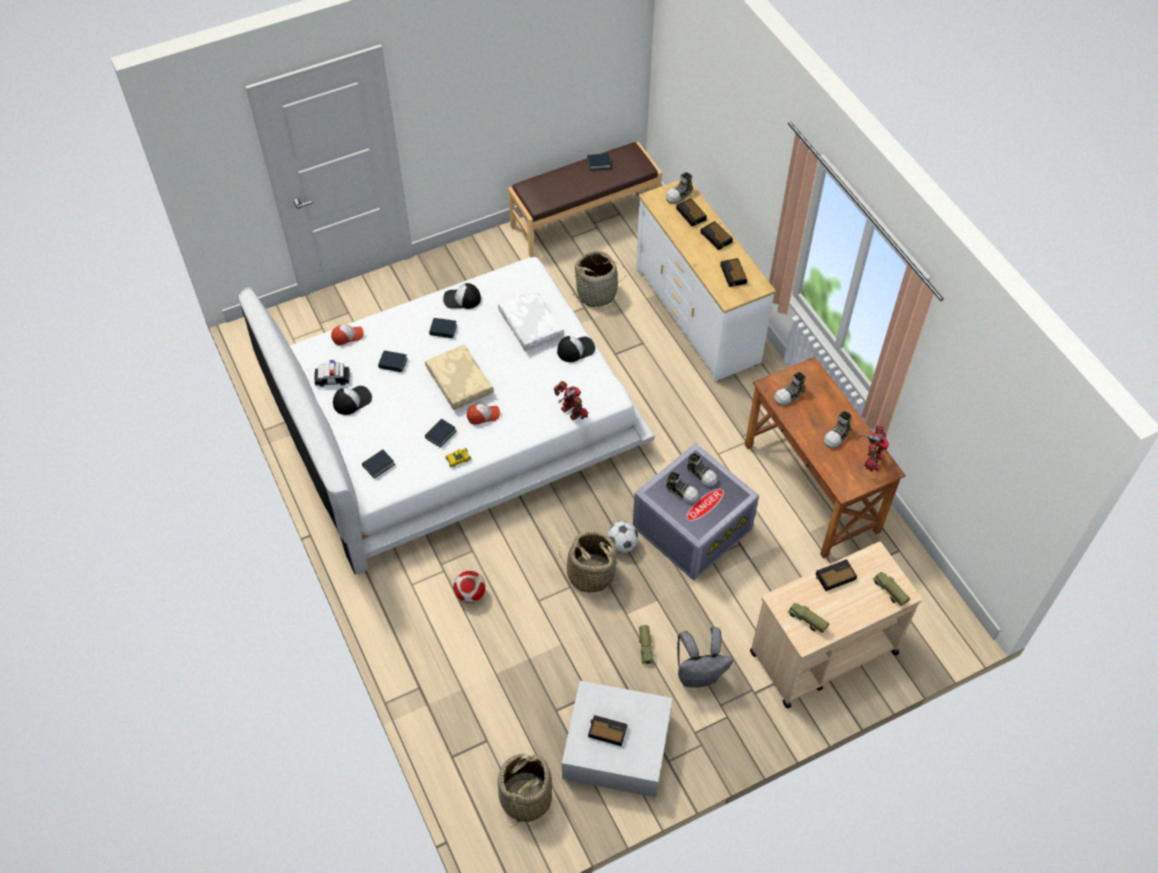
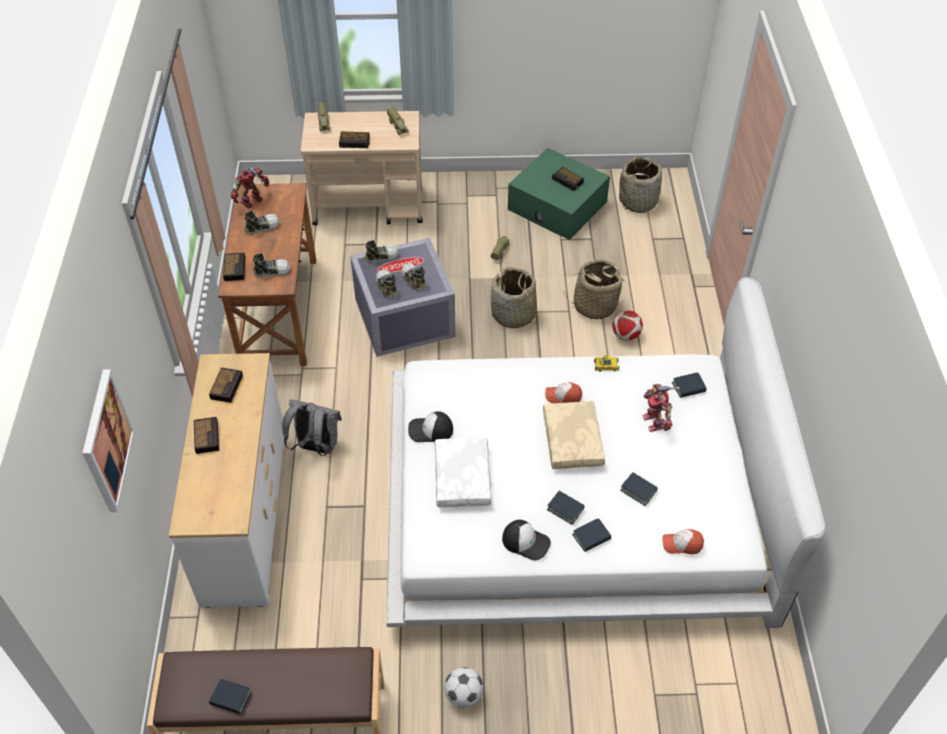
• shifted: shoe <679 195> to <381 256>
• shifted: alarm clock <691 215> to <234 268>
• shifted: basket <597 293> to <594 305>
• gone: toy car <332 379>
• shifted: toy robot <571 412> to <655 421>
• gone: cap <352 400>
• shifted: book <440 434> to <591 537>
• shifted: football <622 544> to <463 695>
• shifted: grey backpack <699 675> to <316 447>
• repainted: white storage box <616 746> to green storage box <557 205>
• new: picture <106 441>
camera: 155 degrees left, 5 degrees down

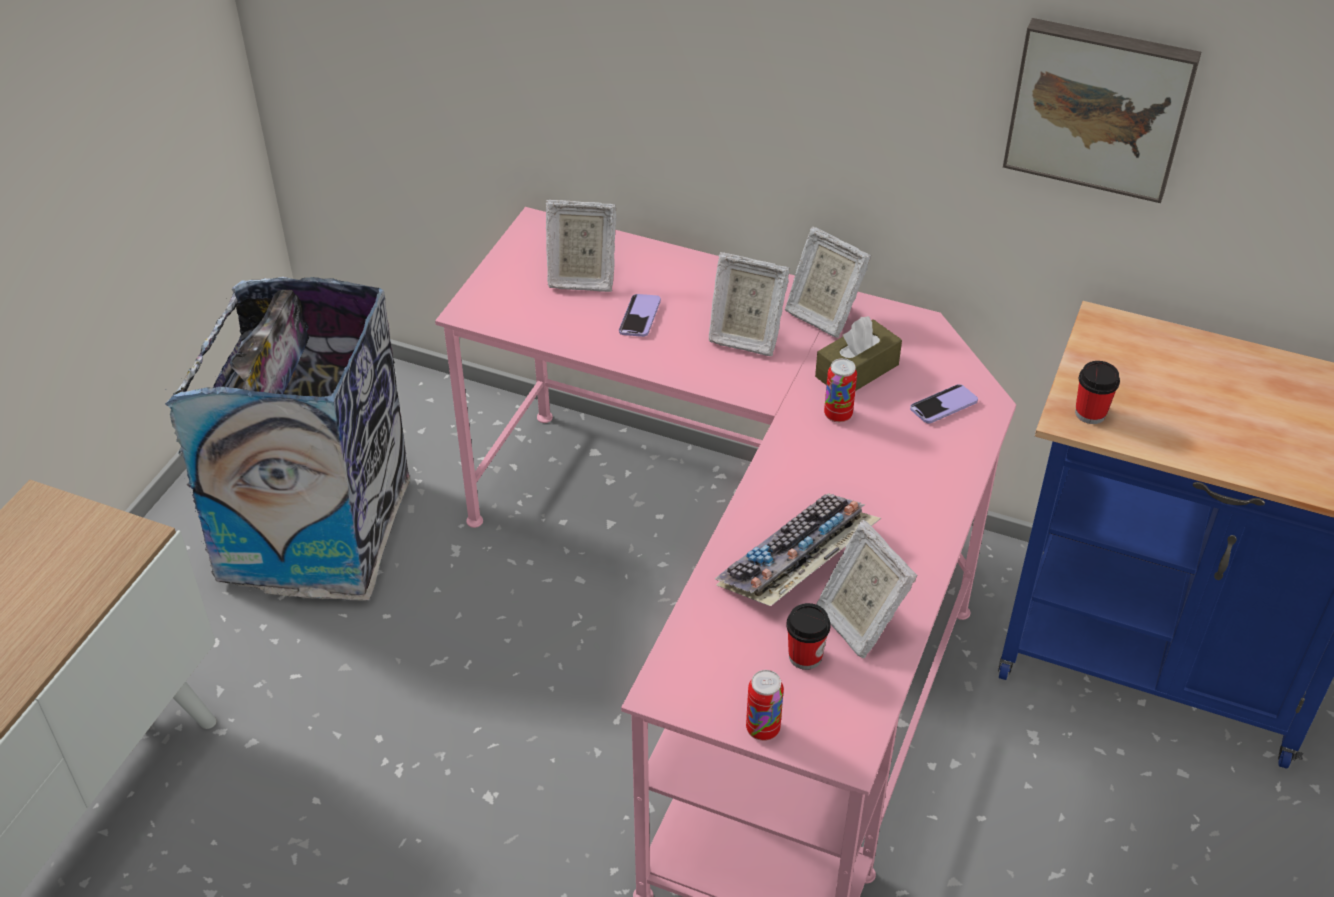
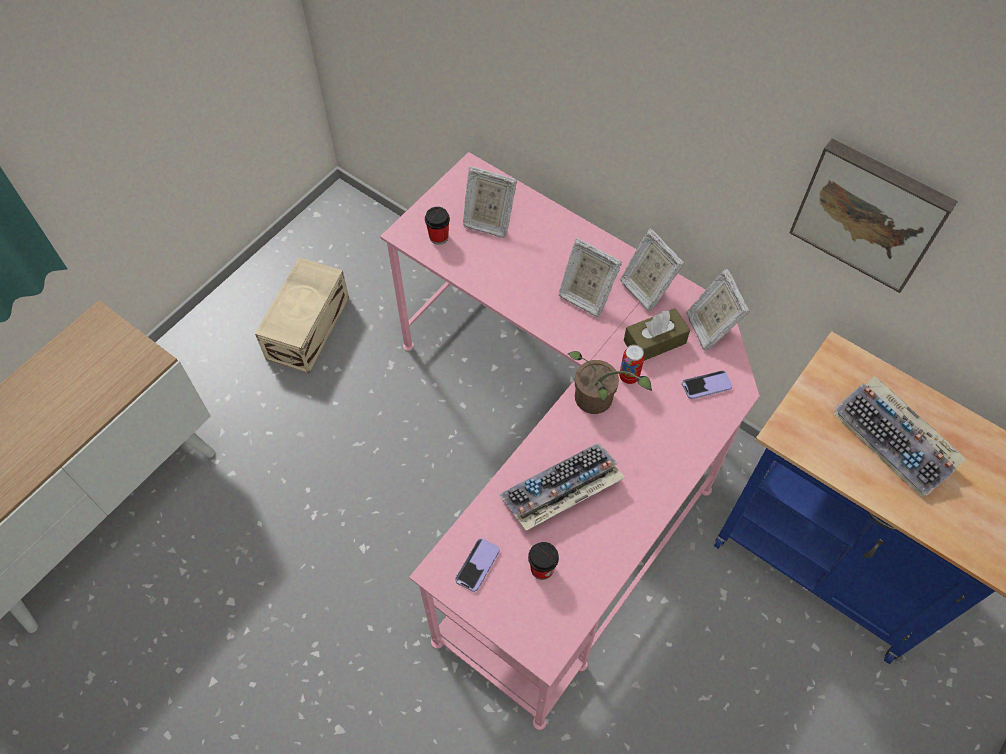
• swapped: trash can <318 526> to beige storage box <310 327>
• shifted: phone <640 317> to <477 565>
• shifted: cup <1090 413> to <438 237>
• shifted: picture frame <858 621> to <710 327>
• gone: can <763 729>
• new: potted plant <597 402>
• new: keyboard <895 441>
camera: 15 degrees right, 15 degrees up

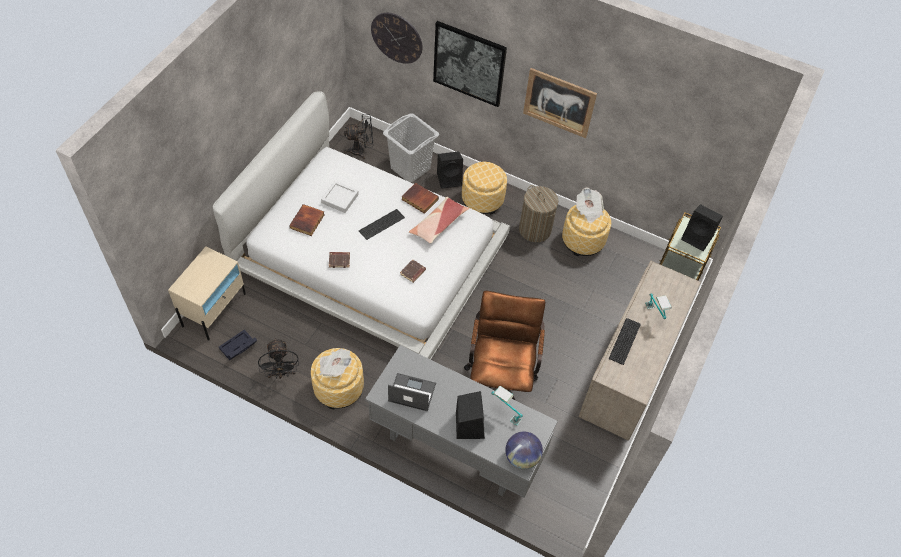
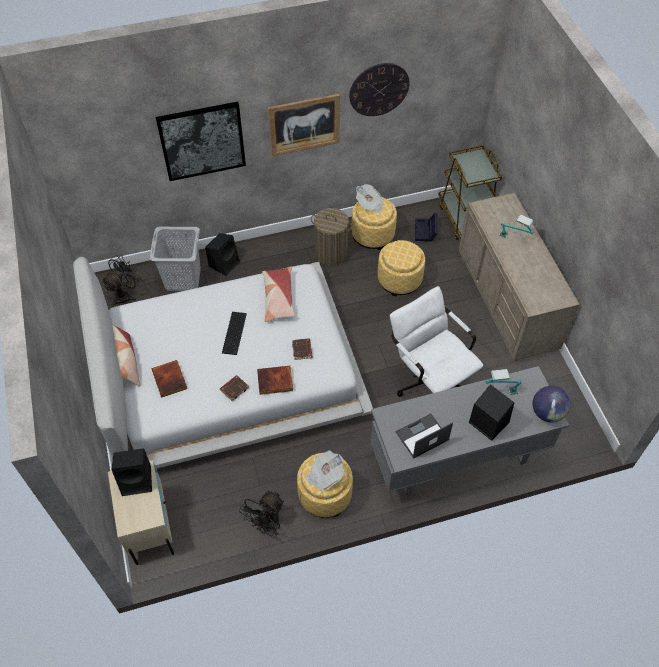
• shifted: wall clock <397 38> to <379 89>
• shifted: ottoman <482 199> to <399 279>
• gone: grey tray <340 199>
• shifted: book <419 199> to <274 382>
• shifted: black speaker <698 238> to <137 480>
• repainted: brown office chair <500 377> to white office chair <429 380>
• gone: keyboard <623 341>
• shifted: black storage box <238 348> to <426 231>
• rotated: black fan <281 373> = <267 524> 90 degrees clockwise
• new: pillow <127 362>
camera: 40 degrees left, 0 degrees up

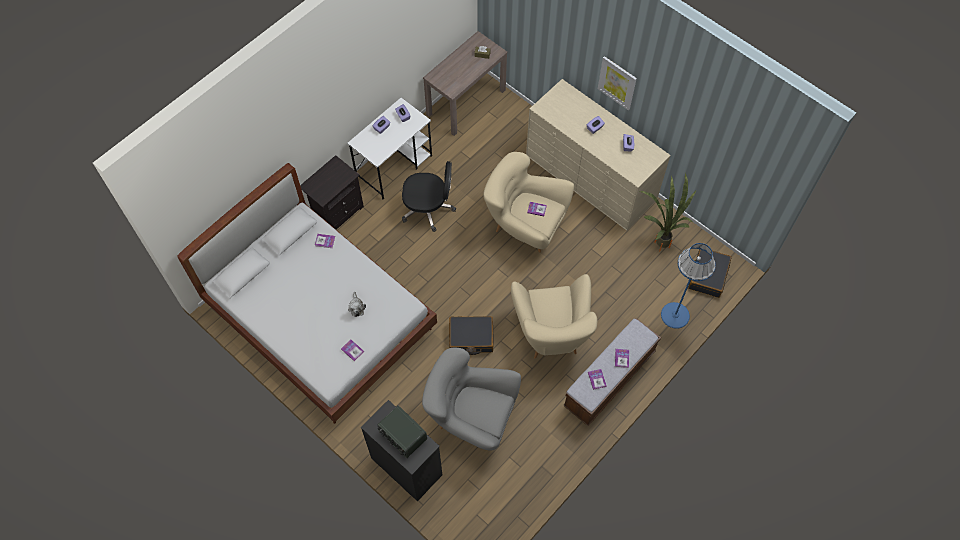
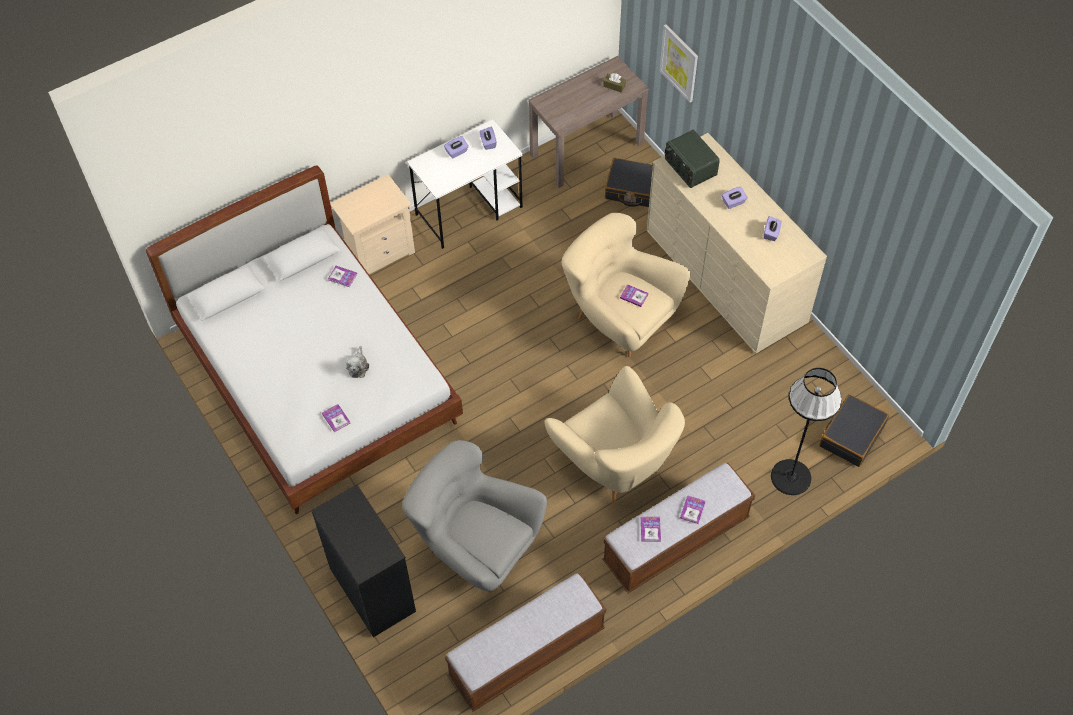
• shifted: picture <617 83> to <679 63>
• repainted: black nightstand <337 211> to beige nightstand <379 252>
• gone: black office chair <428 208>
• gone: potted plant <661 240>
• repainted: blue floor lamp <675 315> to black floor lamp <791 477>
• rotated: beige armchair <551 334> = <614 464> 45 degrees counterclockwise
• shifted: black suitcase <471 338> to <633 189>
• shifted: radio <402 436> to <690 167>
• new: bench <526 653>
camera: 15 degrees right, 5 degrees down

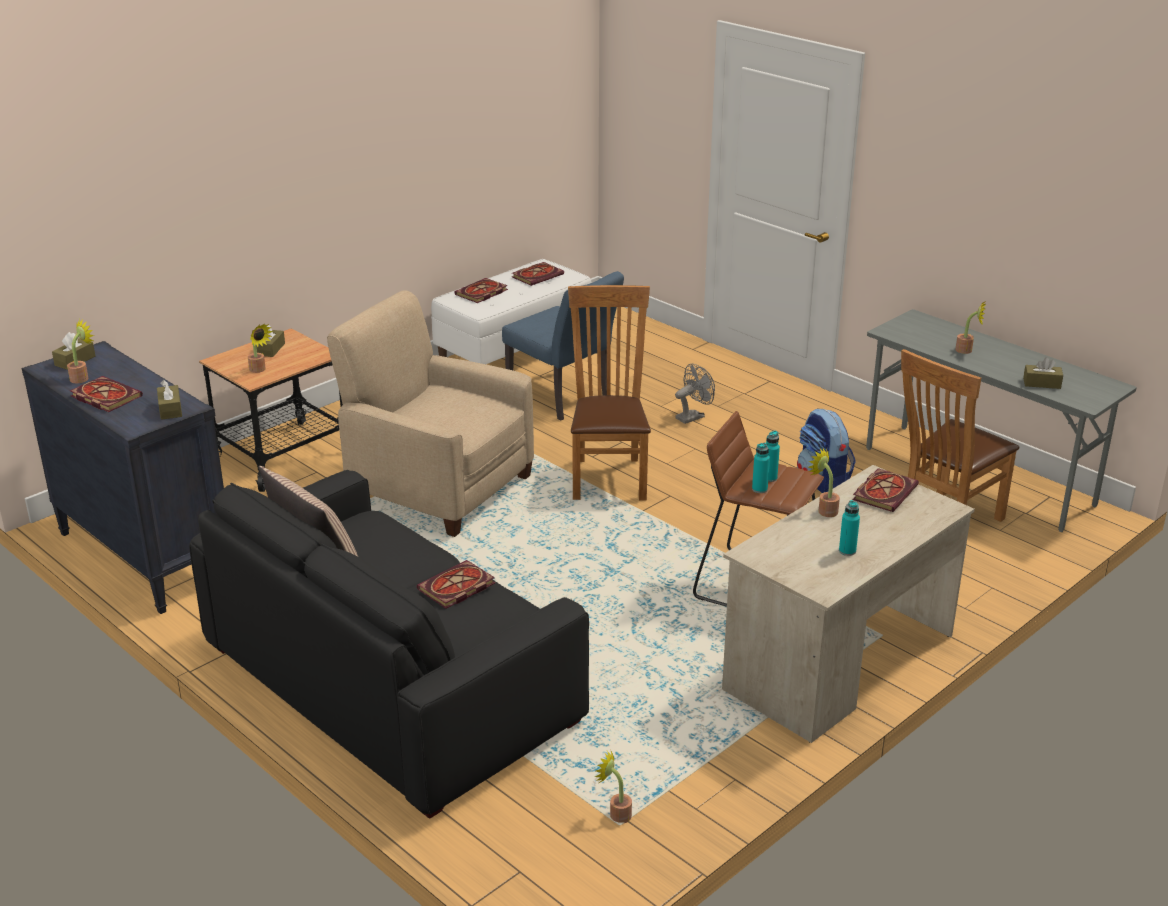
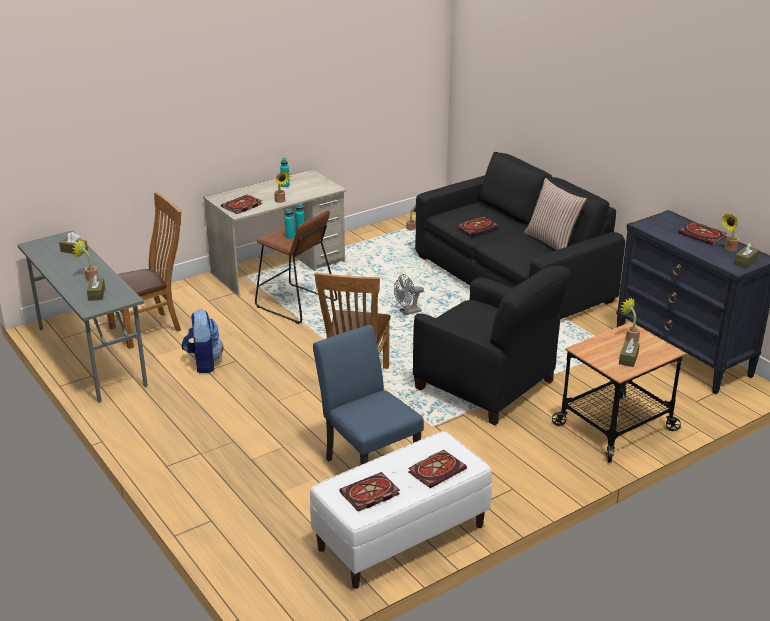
• repainted: beige armchair <438 488> to black armchair <486 385>
• shifted: grey fan <693 416> to <407 312>
• shifted: brown tissue box <170 409> to <96 294>
camera: 170 degrees left, 0 degrees up

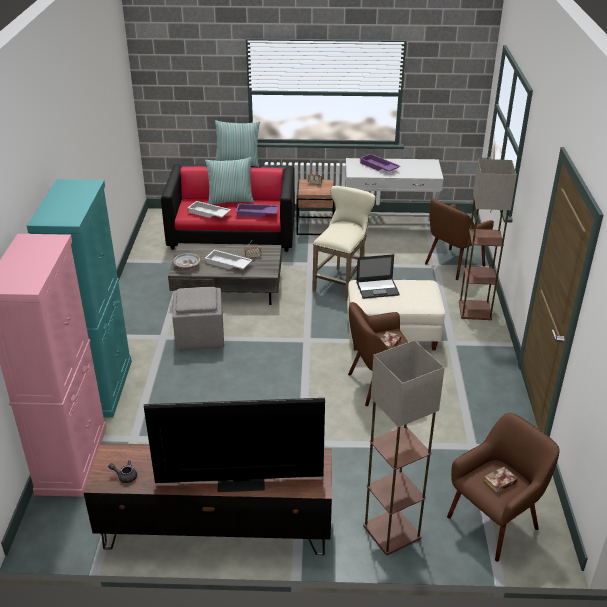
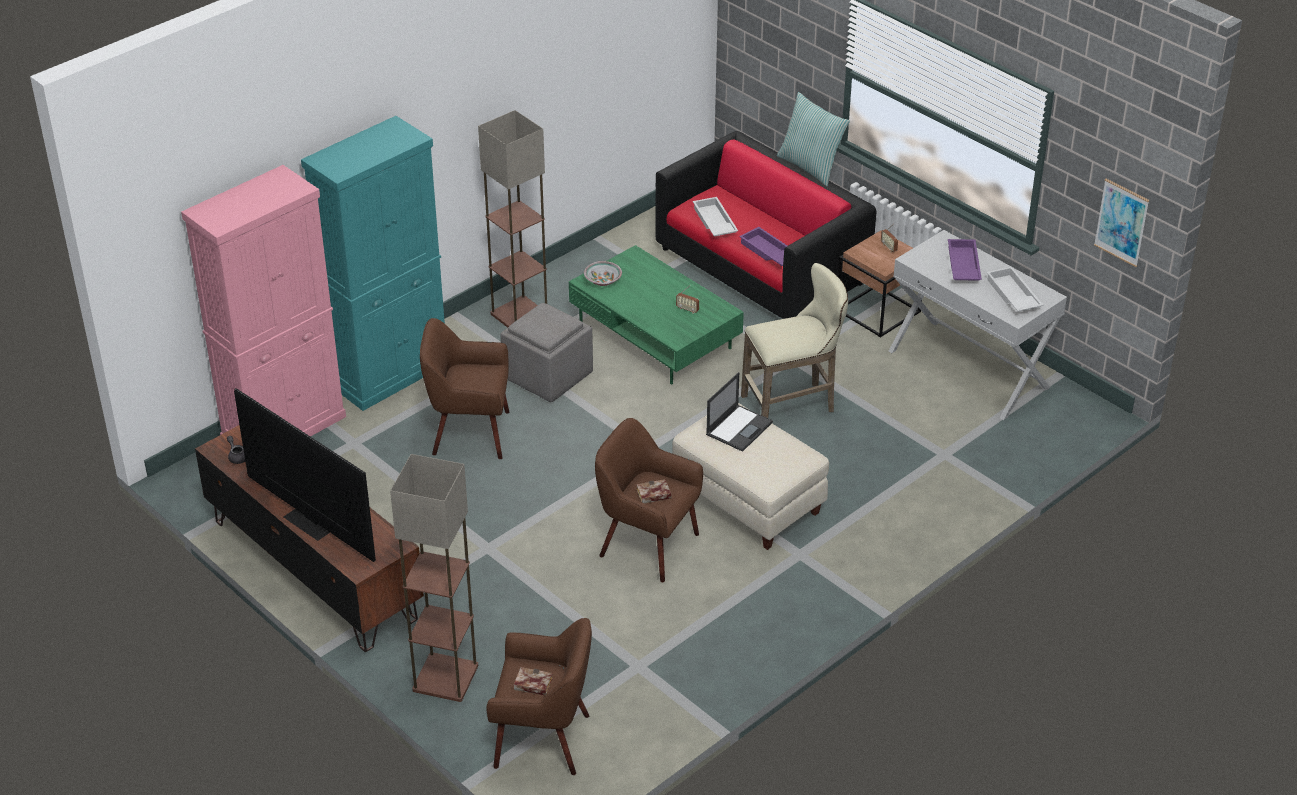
• gone: pillow <230 200>
• shifted: floor lamp <475 311> to <519 316>
• shifted: brown armchair <453 264> to <469 433>
• repainted: grey coffee table <228 287> to green coffee table <656 335>
• shifted: white tray <228 264> to <1012 295>
• rotated: laptop <378 288> = <739 428> 90 degrees counterclockwise
• new: picture <1121 222>
camera: 45 degrees right, 5 degrees up

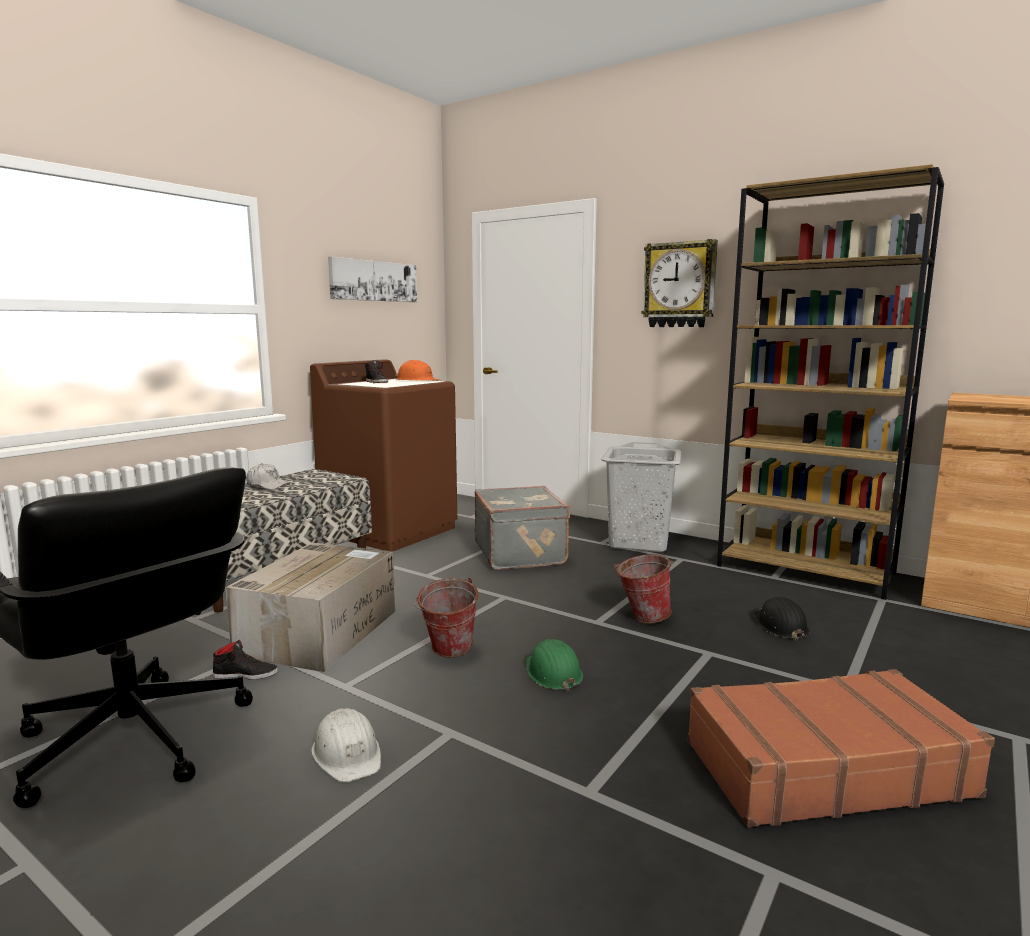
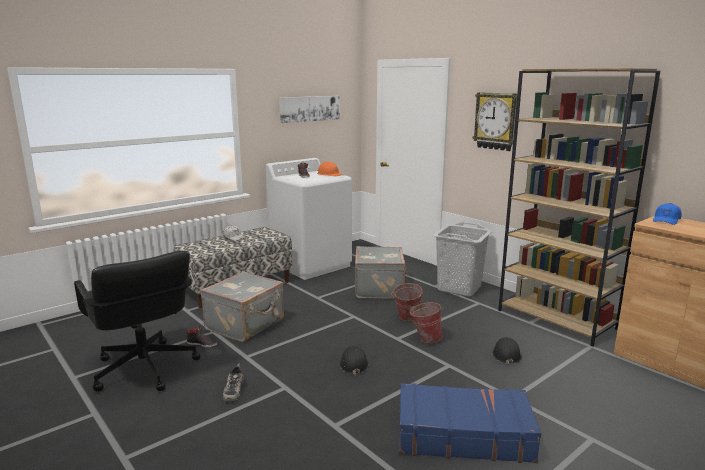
• repainted: brown washing machine <390 530> to white washing machine <311 264>
• swapped: cardboard box <320 631> to grey suitcase <246 325>
• shifted: bucket <447 653> to <406 319>
• repainted: green hard hat <552 673> to black hard hat <353 364>
• repainted: brown suitcase <824 767> to blue suitcase <463 434>
• swapped: white hard hat <347 754> to shoe <233 390>
• new: blue cap <666 220>
camera: 15 degrees right, 5 degrees up

